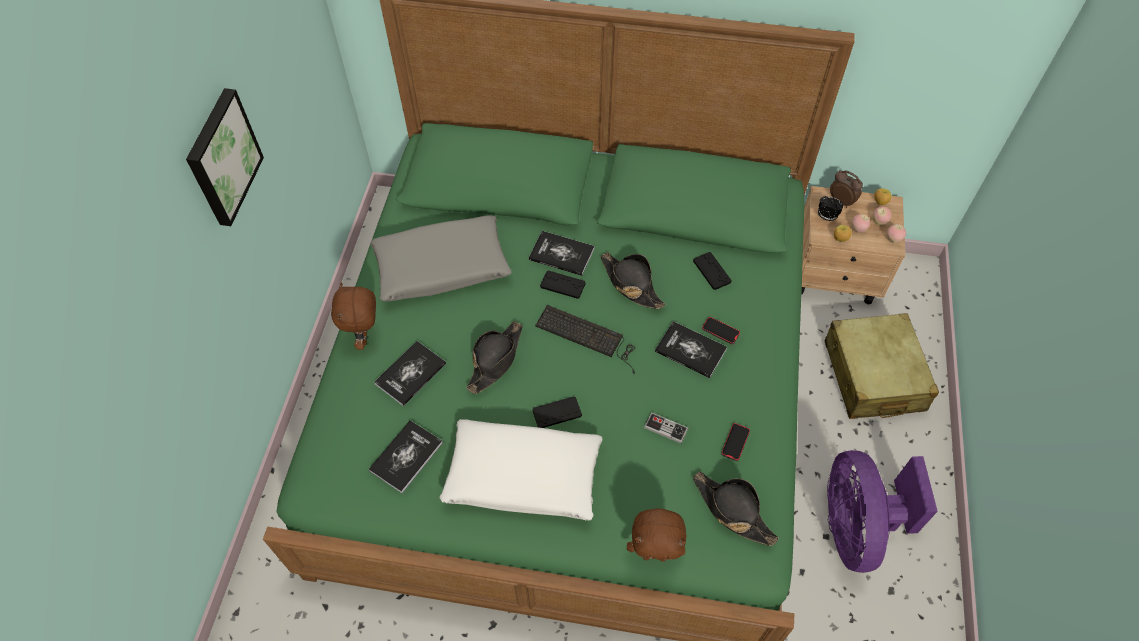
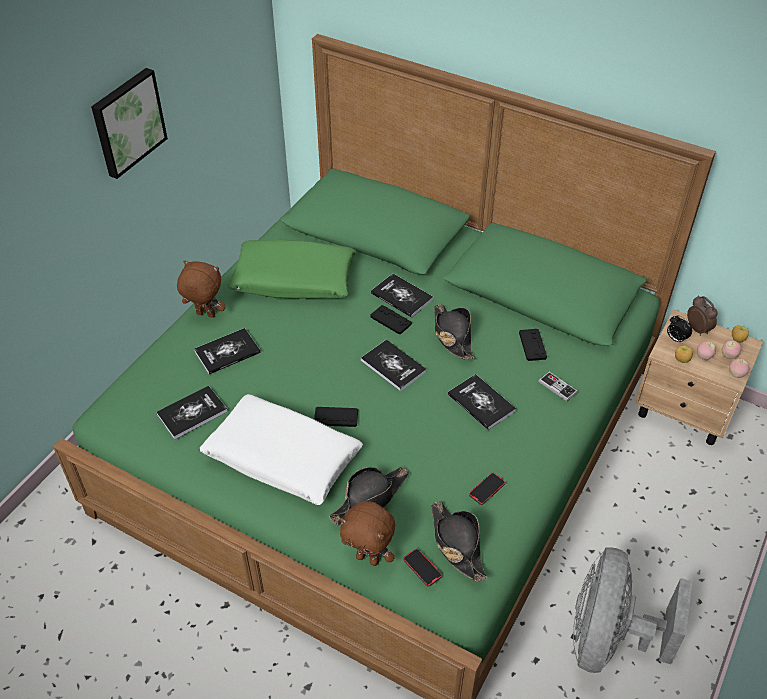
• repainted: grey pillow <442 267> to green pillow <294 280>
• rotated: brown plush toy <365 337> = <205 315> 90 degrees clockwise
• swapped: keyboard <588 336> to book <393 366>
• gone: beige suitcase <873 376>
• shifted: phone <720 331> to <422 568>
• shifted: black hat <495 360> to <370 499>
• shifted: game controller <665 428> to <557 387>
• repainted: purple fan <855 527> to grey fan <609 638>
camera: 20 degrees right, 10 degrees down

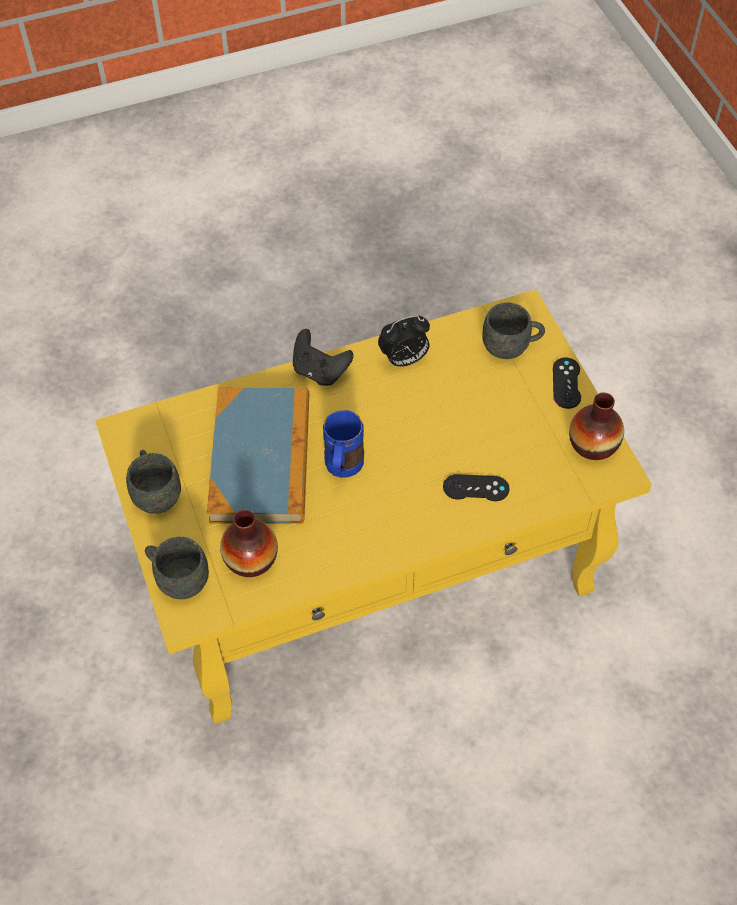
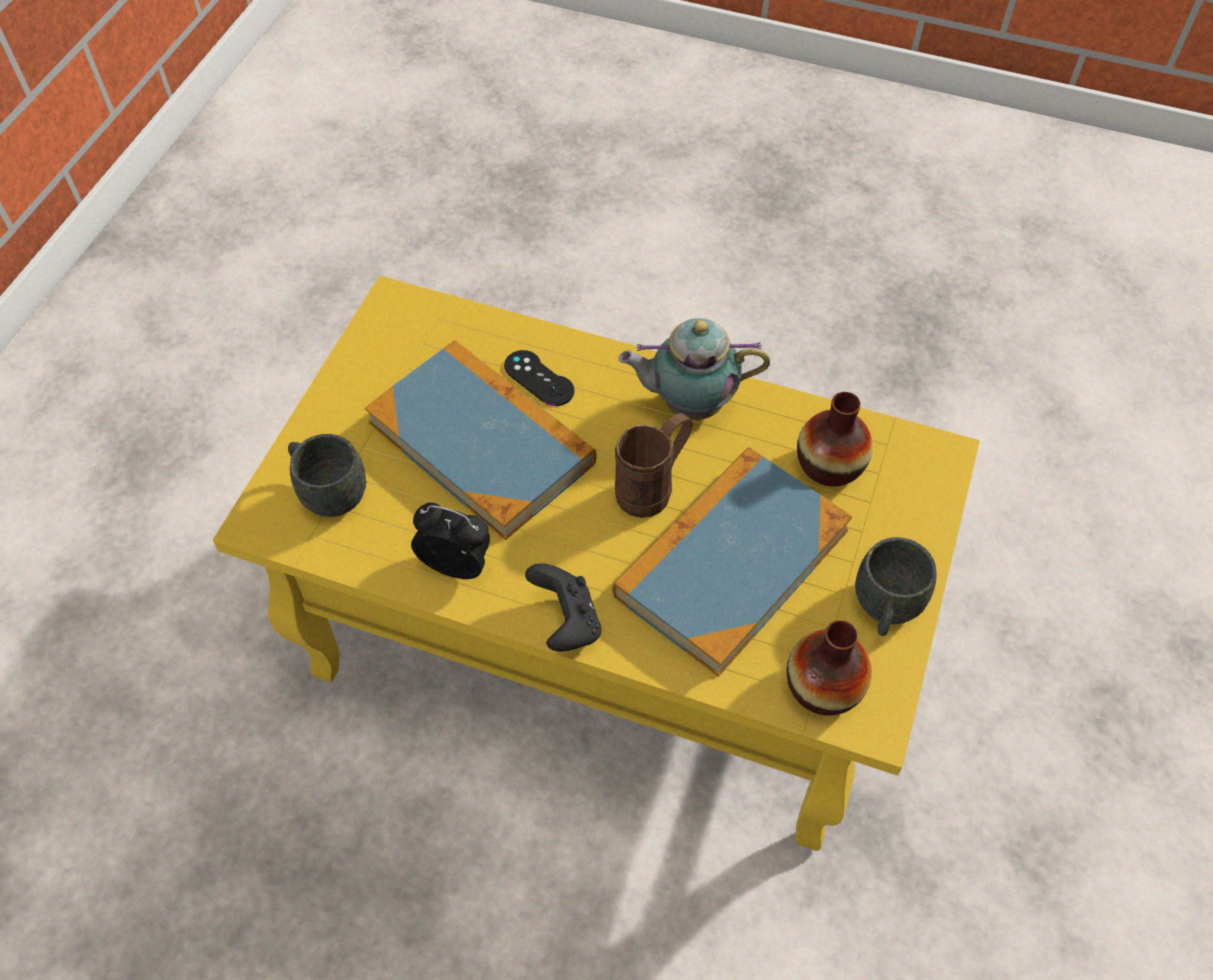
• gone: black game controller <566 383>
• shifted: vase <593 444> to <823 686>
• repainted: blue mug <342 470> to brown mug <653 487>
• gone: grey mug <177 578>
• new: teapot <688 404>
• new: book <481 442>
camera: 140 degrees left, 0 degrees up

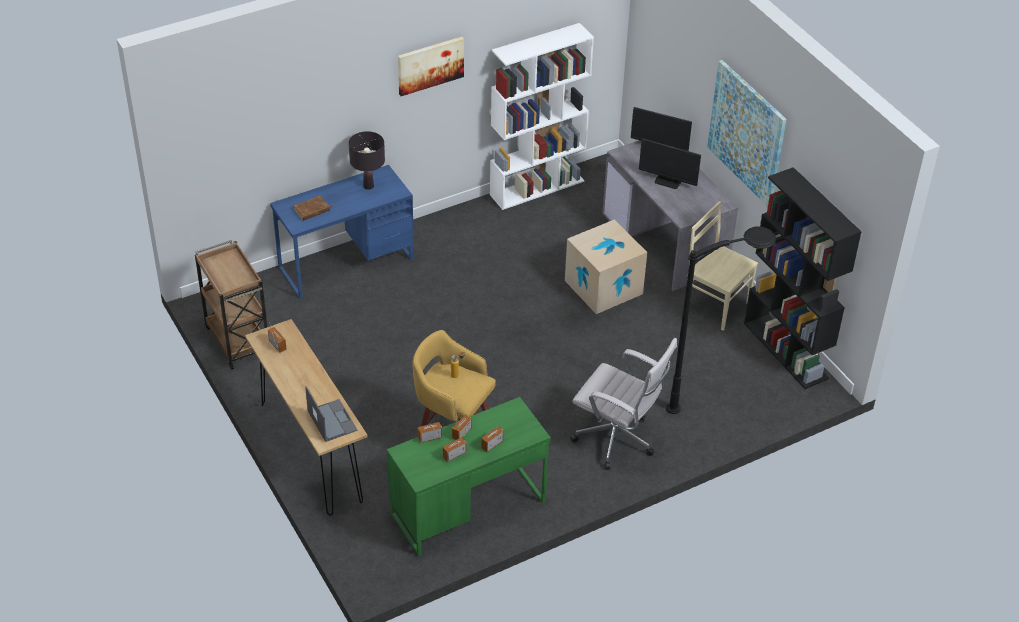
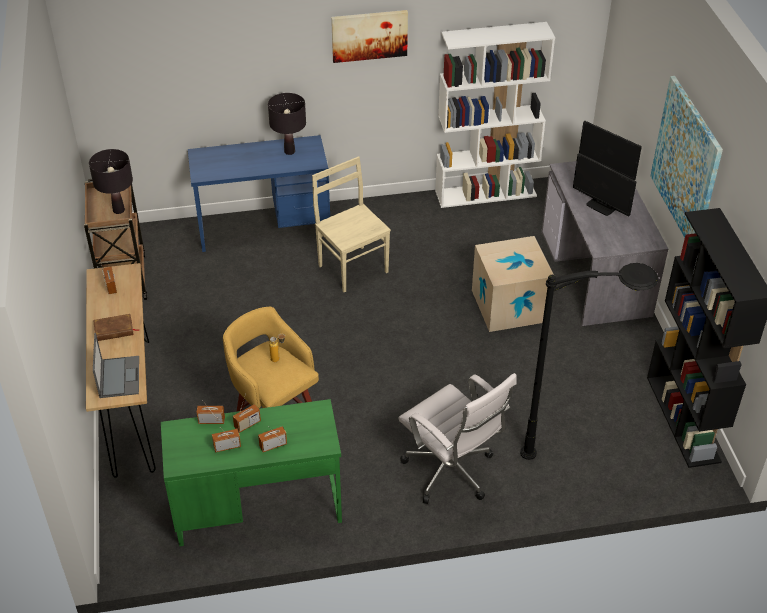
• shifted: brown book <312 210> to <114 330>
• shifted: beige chair <715 306> to <352 268>
• new: black table lamp <119 210>
camera: 20 degrees right, 0 degrees up

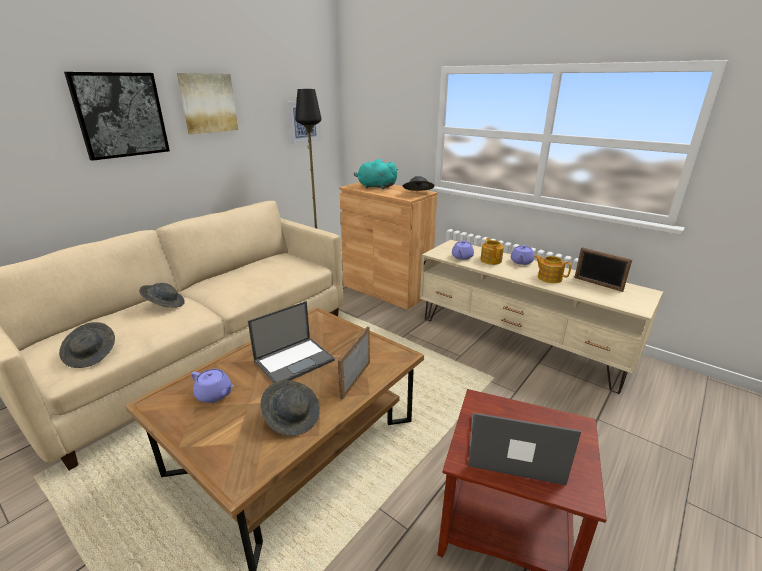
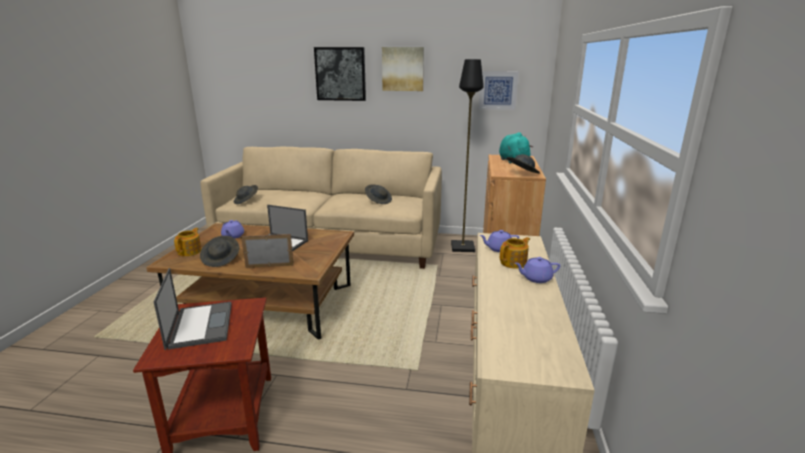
• gone: picture frame <597 284>
• shifted: teapot <549 278> to <190 251>
• shifted: grey hat <165 305> to <378 201>
camera: 60 degrees right, 5 degrees down

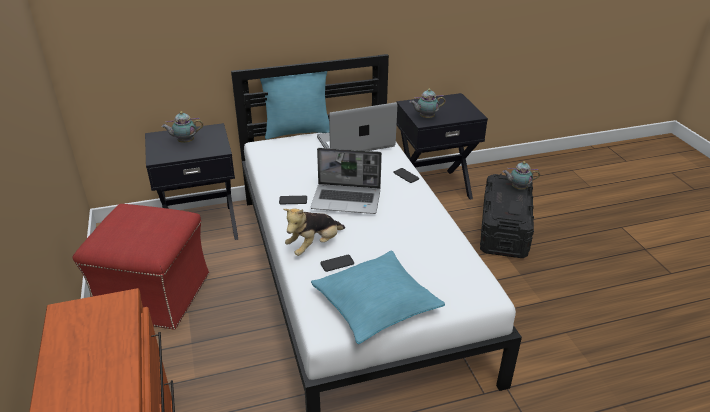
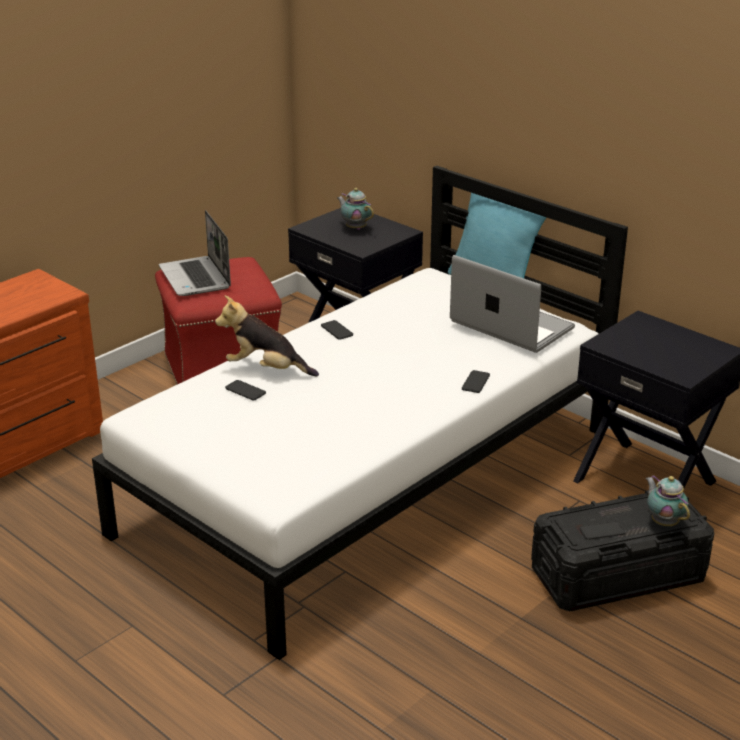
• gone: teapot <425 117>
• shifted: laptop <347 200> to <196 278>
• gone: turquoise pillow <376 304>
camera: 60 degrees right, 5 degrees down

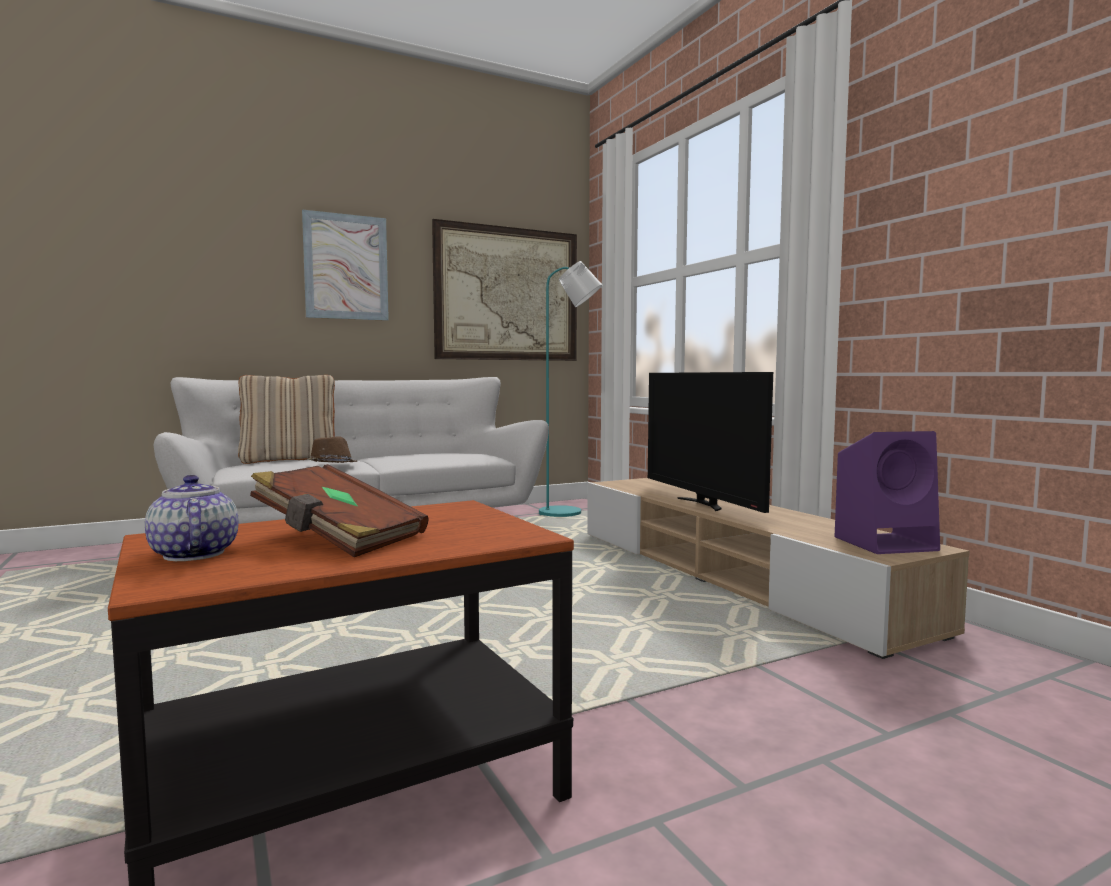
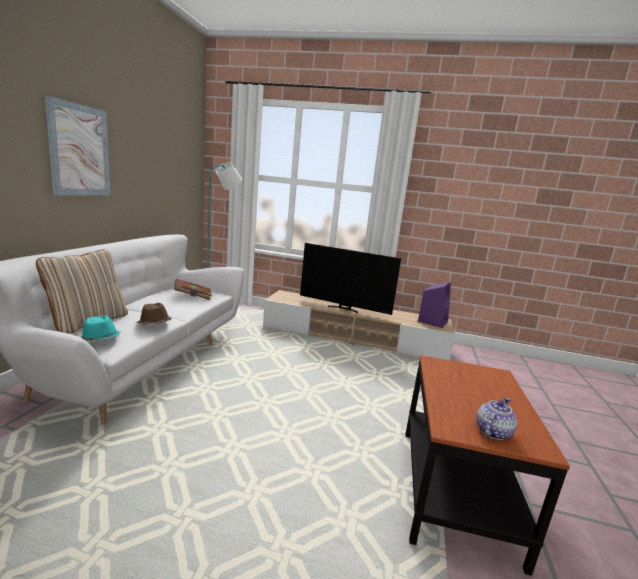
• gone: picture <507 294>
• shifted: brown book <339 538> to <193 296>
• rotated: teapot <193 554> = <492 432> 120 degrees clockwise
• new: turquoise hat <99 340>
camera: 50 degrees left, 10 degrees up

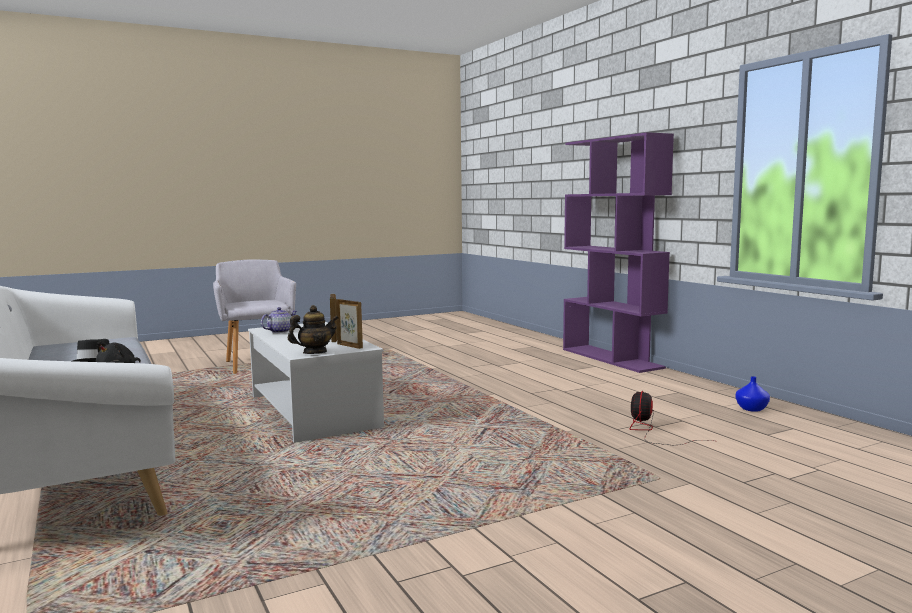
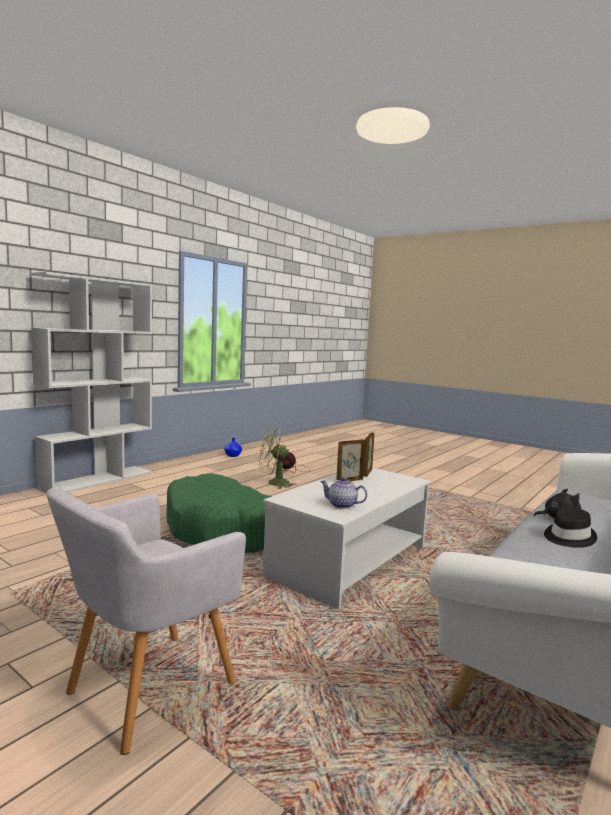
• repainted: purple bookcase <612 358> to white bookcase <98 480>
• gone: teapot <314 352>
• new: green fan <273 483>
• new: green dog bed <226 530>
camera: 115 degrees left, 0 degrees up

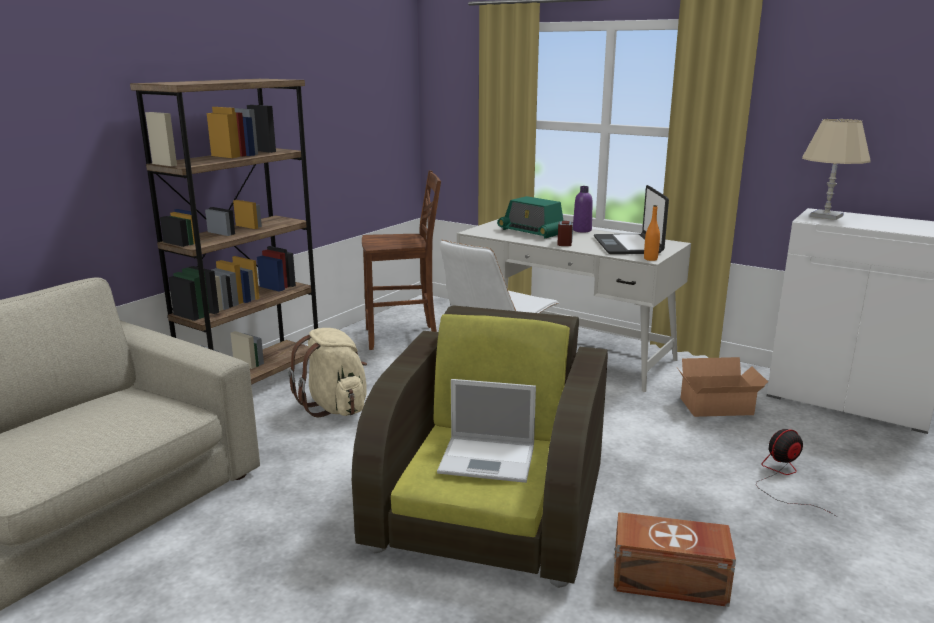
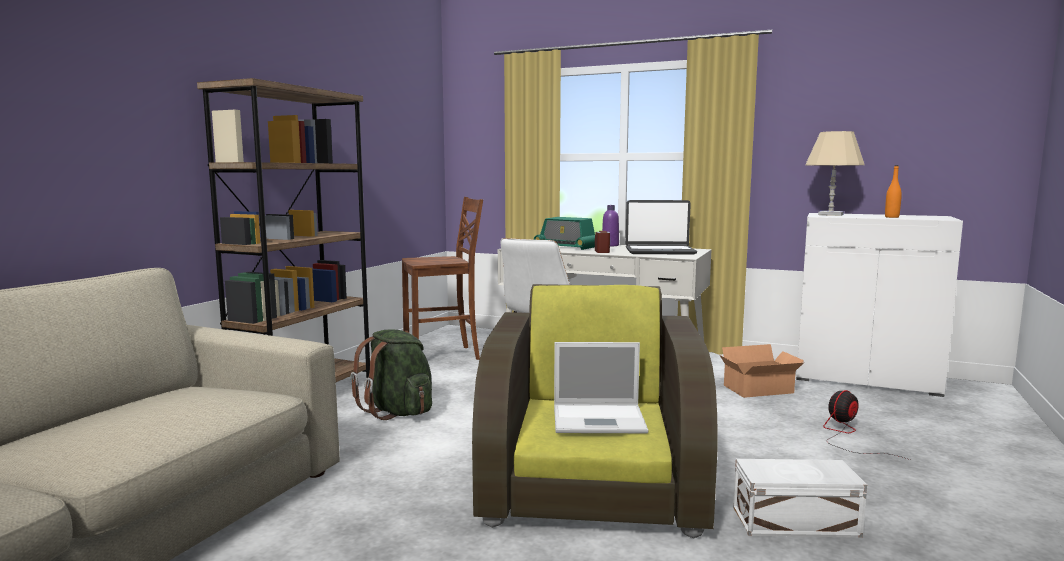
• rotated: laptop <628 245> = <659 251> 75 degrees counterclockwise
• shifted: orange bottle <650 259> to <891 217>
• repainted: beige backpack <335 407> to green backpack <398 411>
• repainted: brown storage box <671 581> to white storage box <797 522>
camera: 10 degrees left, 10 degrees down

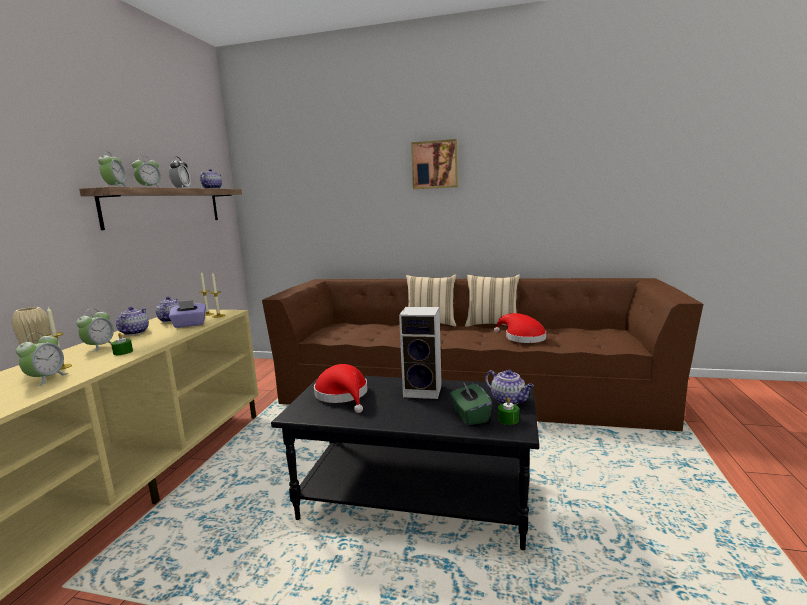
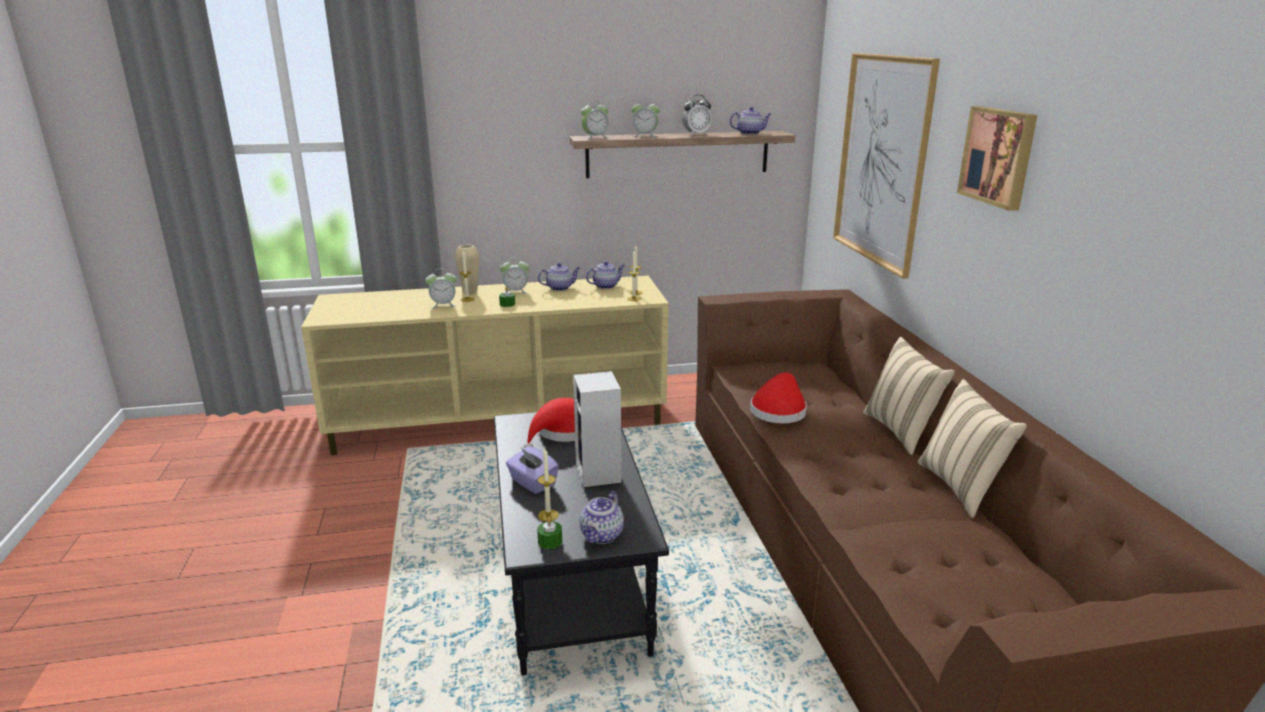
• shifted: purple tissue box <189 324> to <532 483>
• shifted: red hat <522 338> to <778 410>
• swapped: green tissue box <470 416> to candle <548 515>
• new: picture <881 160>
camera: 65 degrees right, 10 degrees up

